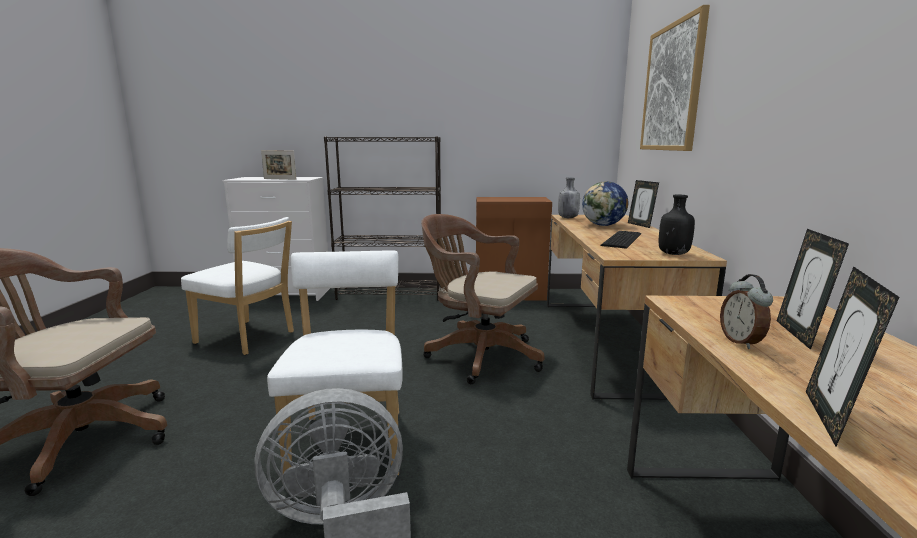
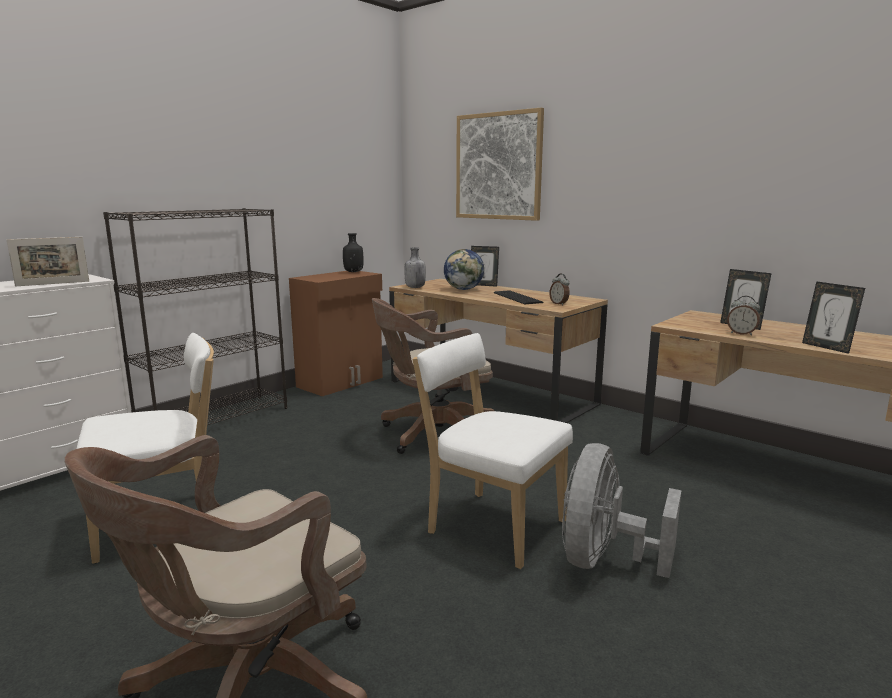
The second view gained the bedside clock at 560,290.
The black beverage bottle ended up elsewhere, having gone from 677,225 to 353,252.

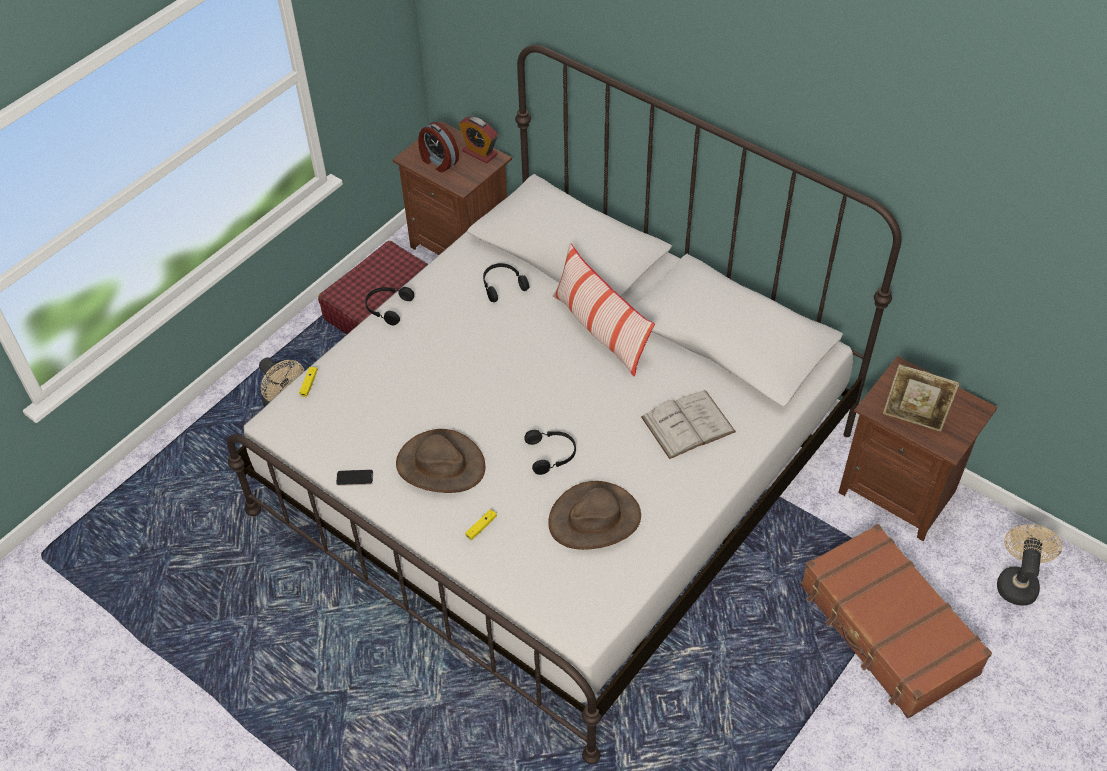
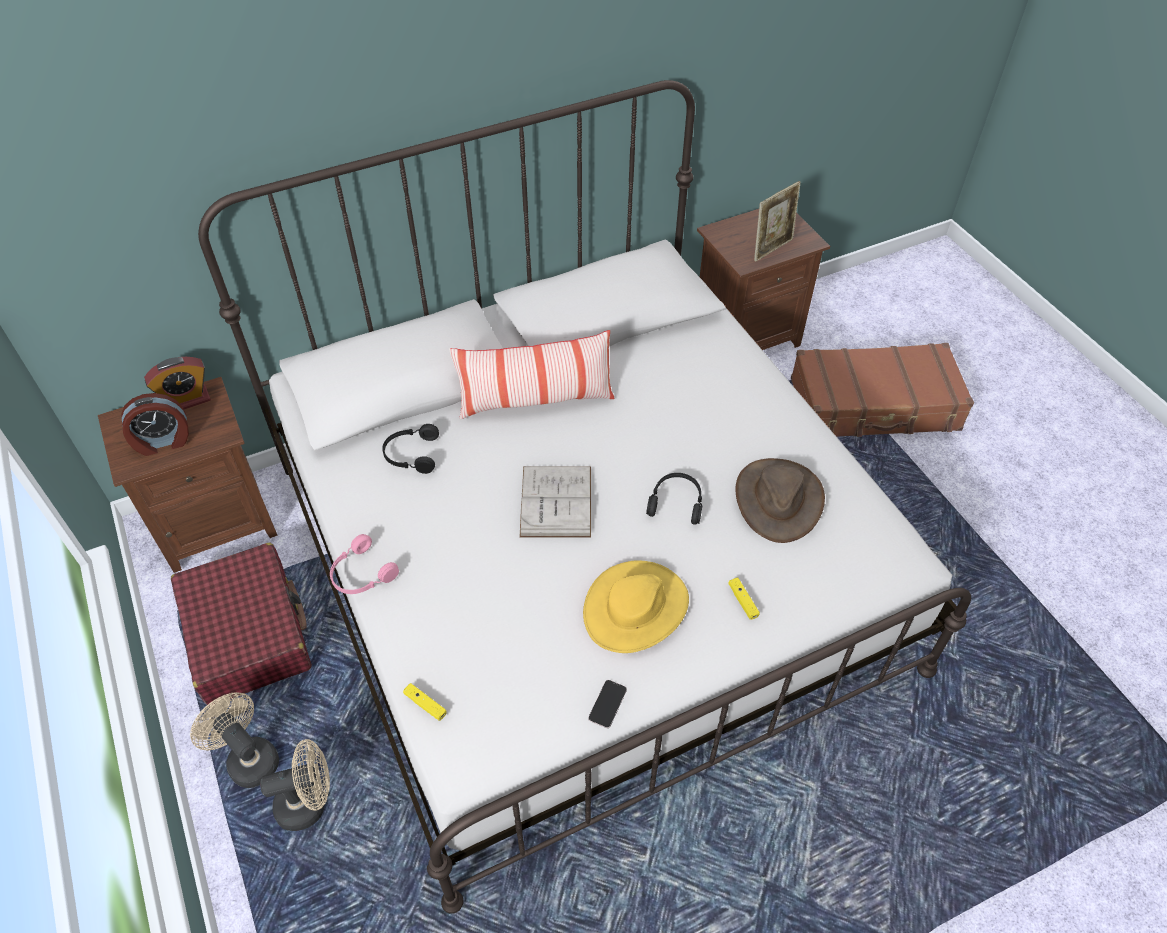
The white-coloured book ended up elsewhere, having gone from 688,425 to 555,502.
The beige cooling fan ended up elsewhere, having gone from 1029,565 to 234,740.
What was the black headphones at 389,306 turned into the pink-coloured headphones at 364,564.
What was the brown-coloured wearable hat at 440,461 turned into the yellow wearable hat at 636,606.

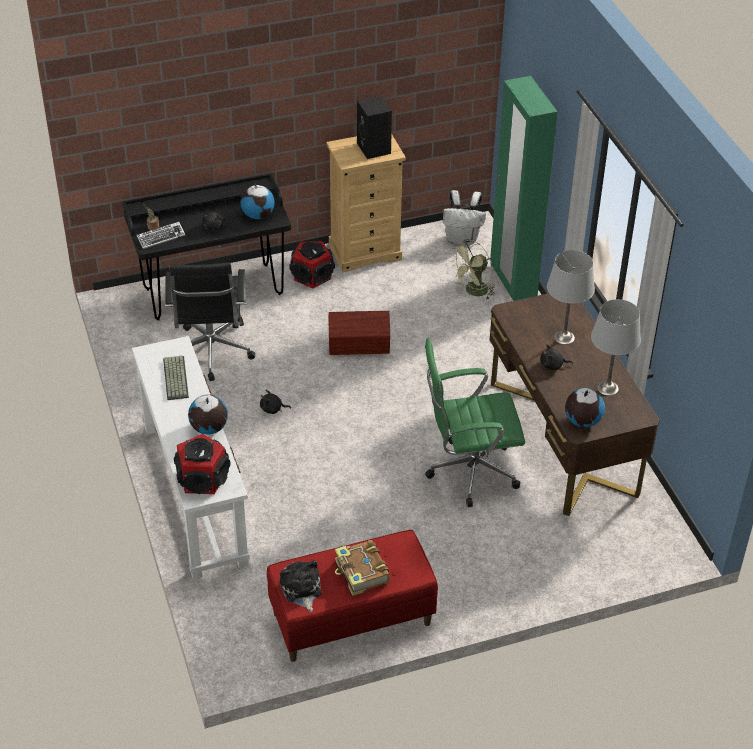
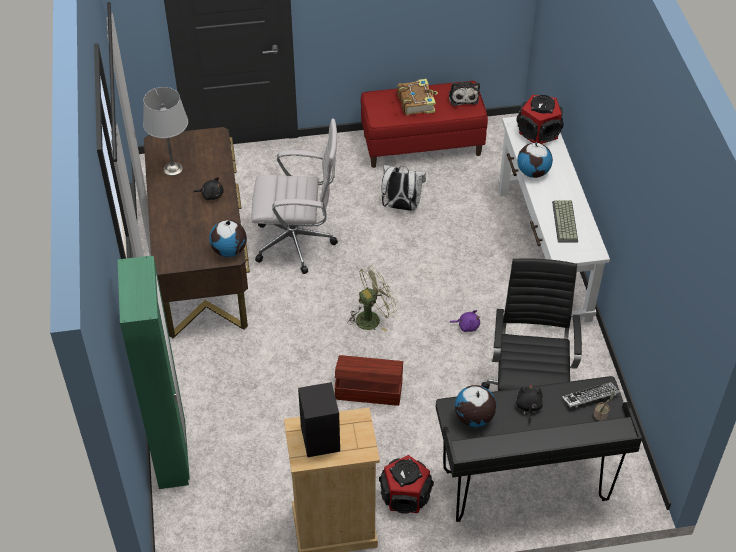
The second view lost the grey lamp for a table at 571,297.
The white-coloured rucksack ended up elsewhere, having gone from 464,217 to 403,188.
The greenish cooling fan ended up elsewhere, having gone from 472,270 to 372,299.
The desk globe ended up elsewhere, having gone from 585,407 to 228,238.
What was the black cuddly toy at 275,402 turned into the purple-coloured cuddly toy at 464,321.
What was the greenish desk chair at 475,422 turned into the white-coloured desk chair at 294,196.

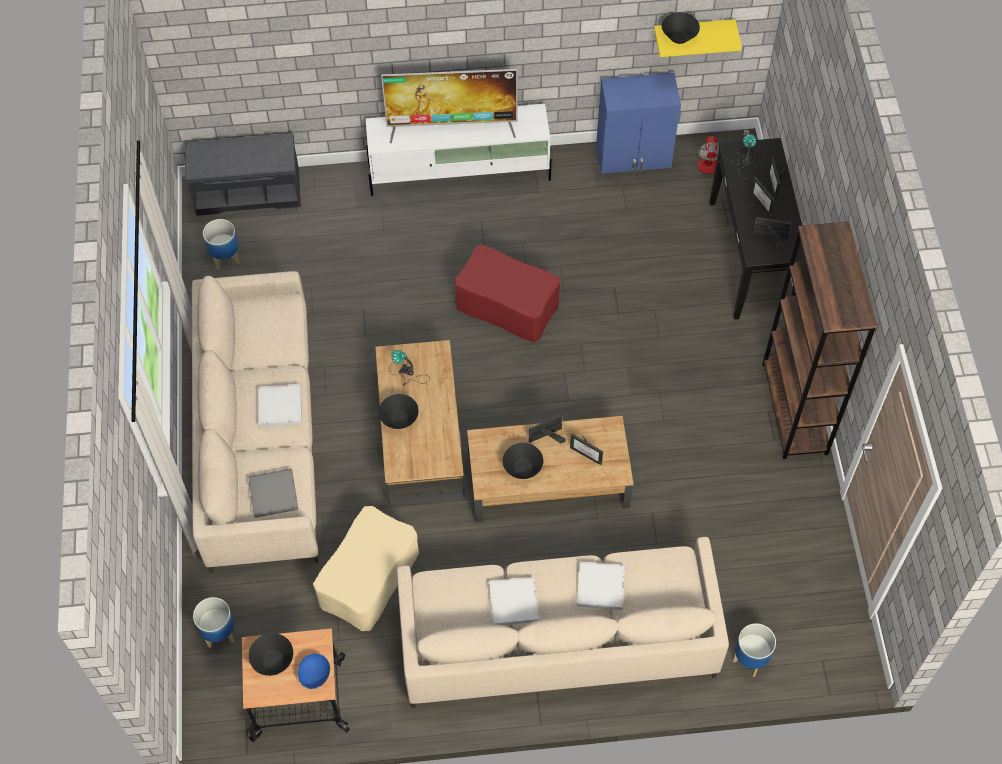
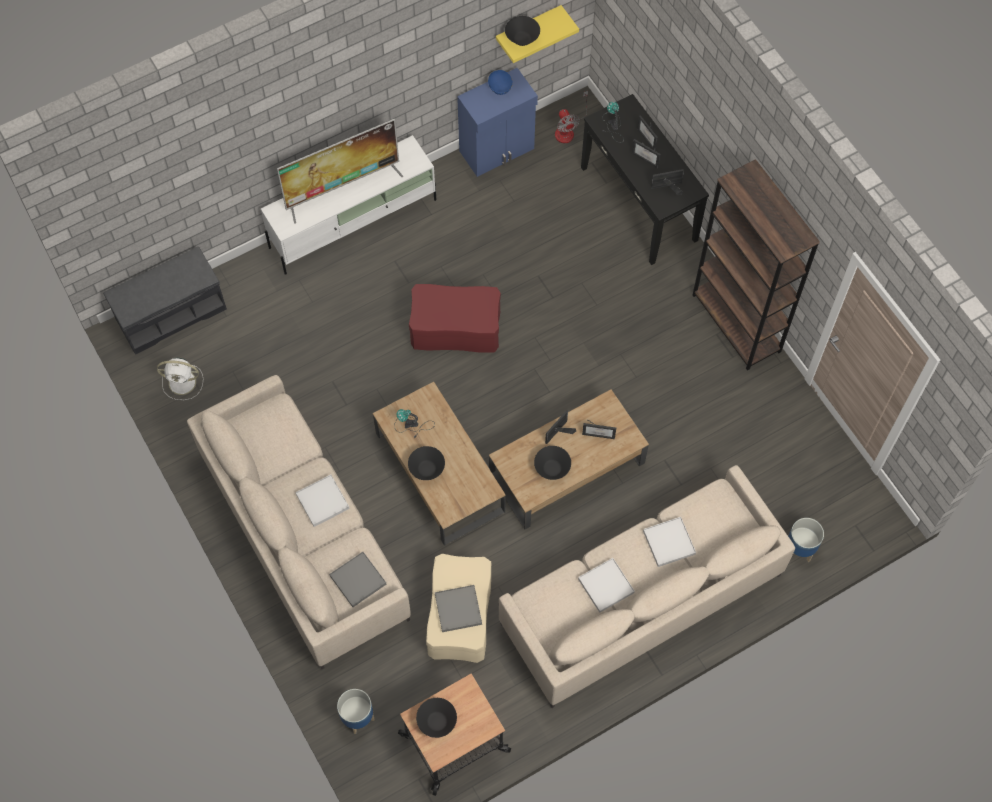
The second view gained the grey carrying tray at 458,608.
The blue bowl ended up elsewhere, having gone from 314,671 to 500,82.
Where the flower pot stood at 221,244, the white-coloured cooling fan came to stand at 180,378.

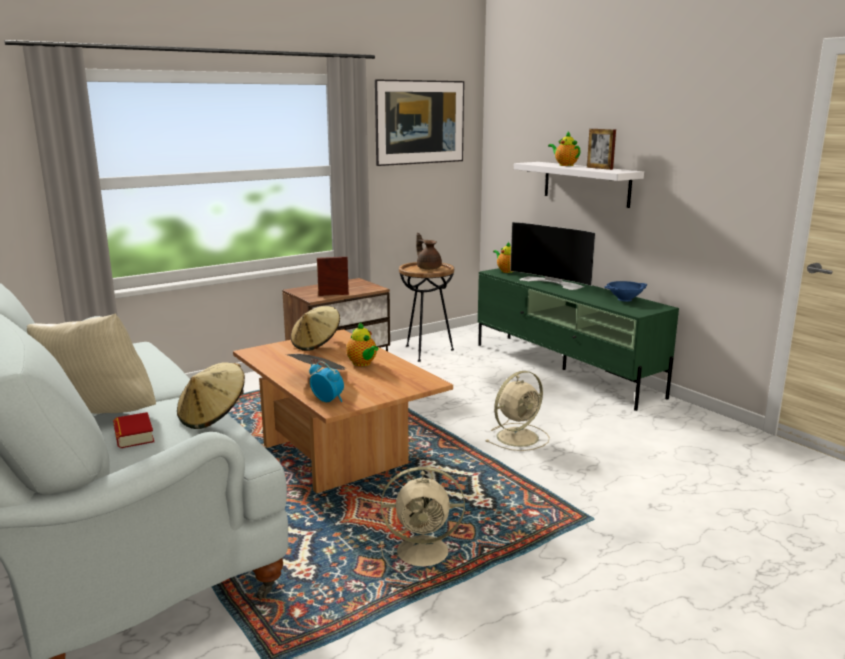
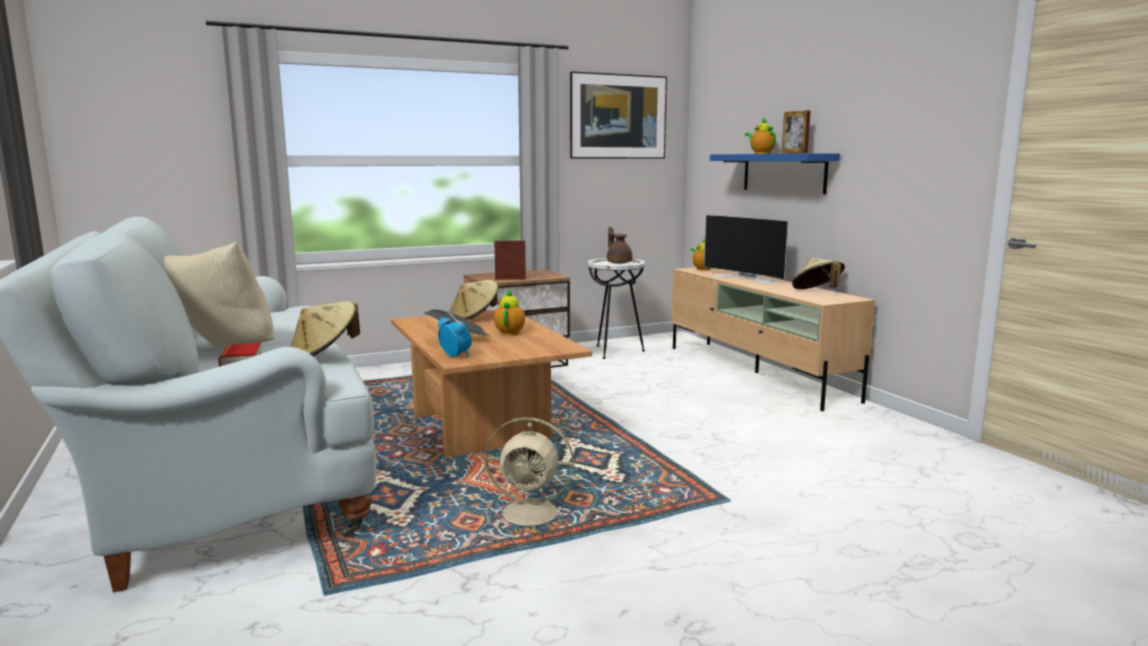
The second view lost the beige cooling fan at 517,411.
Where the blue bowl stood at 625,291, the beige wearable hat came to stand at 818,273.
What was the brown-coloured end table at 426,312 turned into the white-coloured end table at 616,308.
What was the greenish tv stand at 578,339 turned into the beige tv stand at 773,339.
What was the white-coloured bracket shelf at 579,185 turned into the blue bracket shelf at 775,173.
The tea pot at 362,344 ended up facing another way, 150 degrees counterclockwise from before.

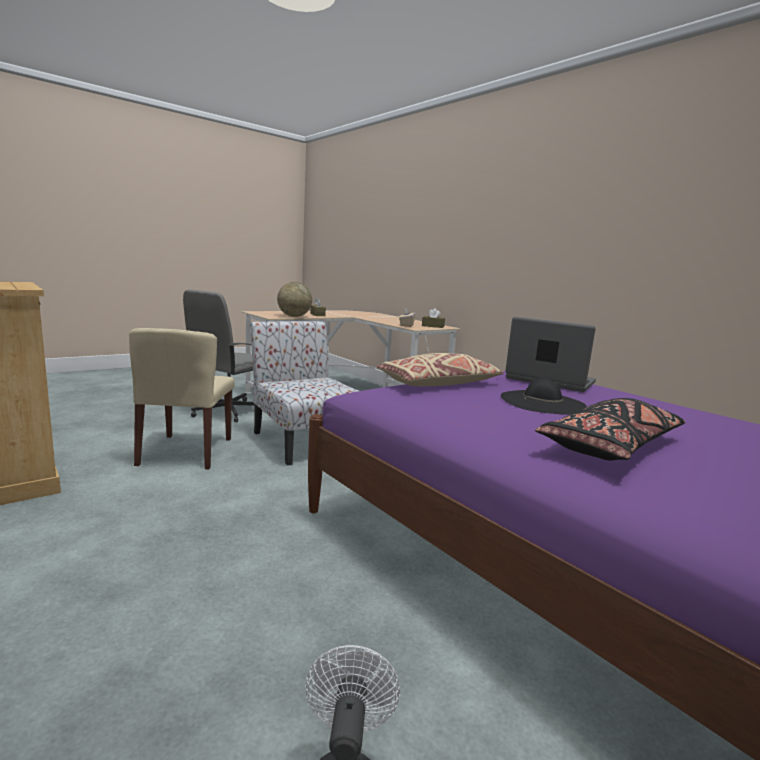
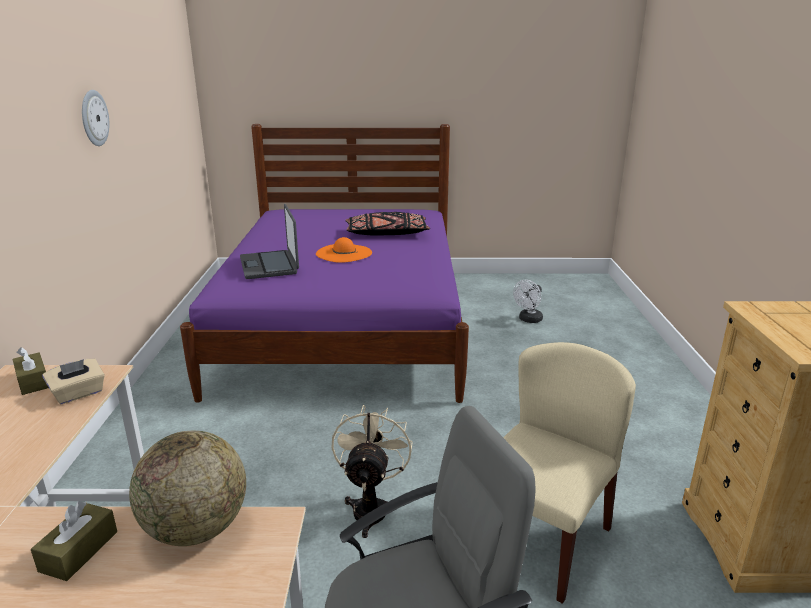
The second view lost the beige throw pillow at 440,369.
The second view gained the hanging clock at 95,118.
Where the chair stood at 304,393, the beige cooling fan came to stand at 372,471.
What was the black wearable hat at 544,396 turned into the orange-coloured wearable hat at 344,250.

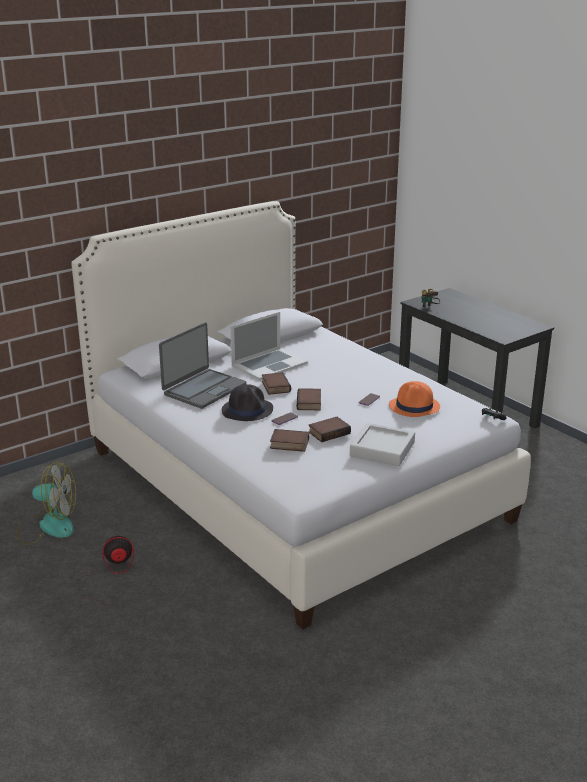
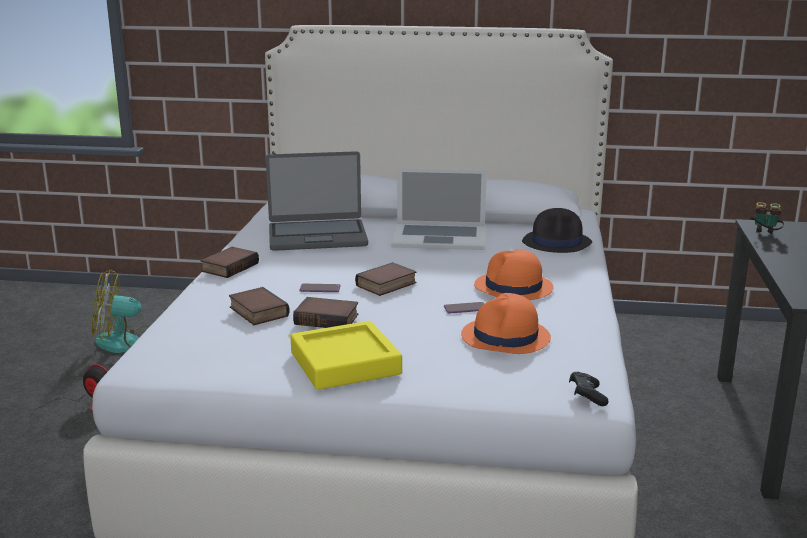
The second view gained the orange-coloured wearable hat at 514,274.
The black wearable hat ended up elsewhere, having gone from 247,402 to 557,230.
The book ended up elsewhere, having gone from 276,383 to 230,262.
What was the grey carrying tray at 382,444 turned into the yellow carrying tray at 346,355.
The cooling fan at 46,503 ended up facing another way, 120 degrees clockwise from before.

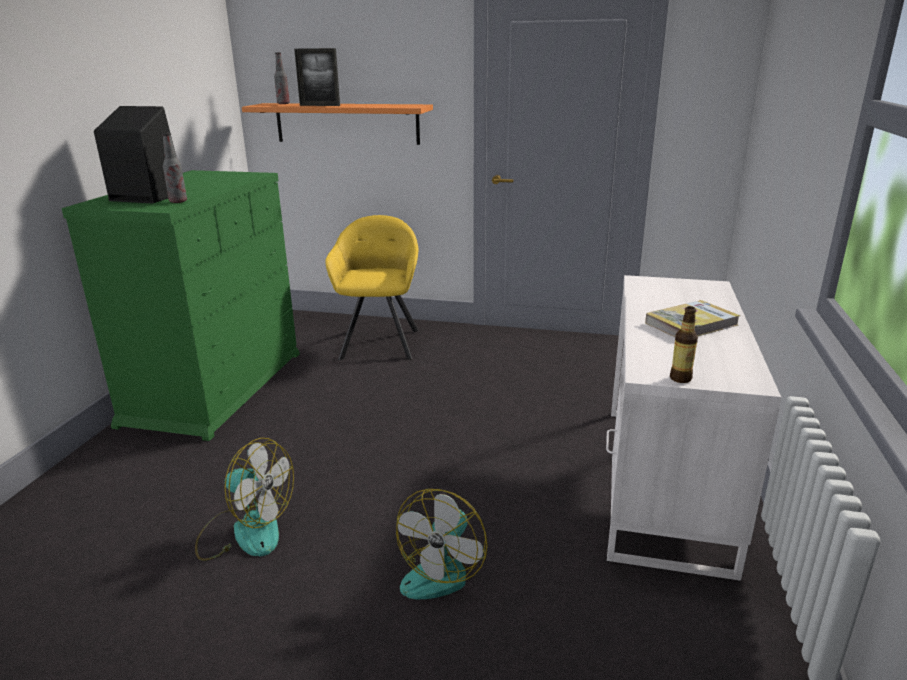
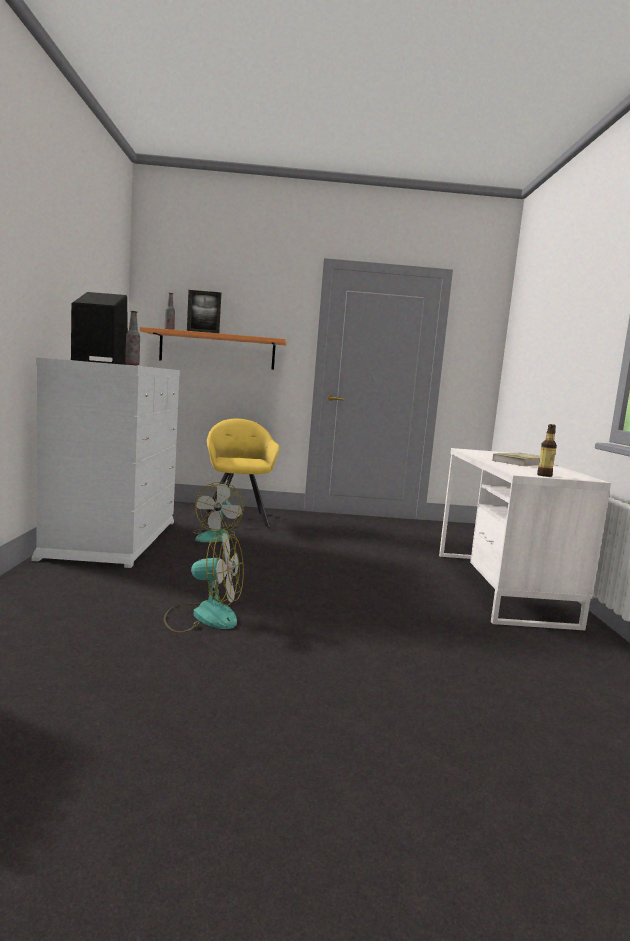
The cooling fan ended up elsewhere, having gone from 442,544 to 218,512.
What was the greenish drawer chest at 180,305 turned into the white-coloured drawer chest at 105,463.

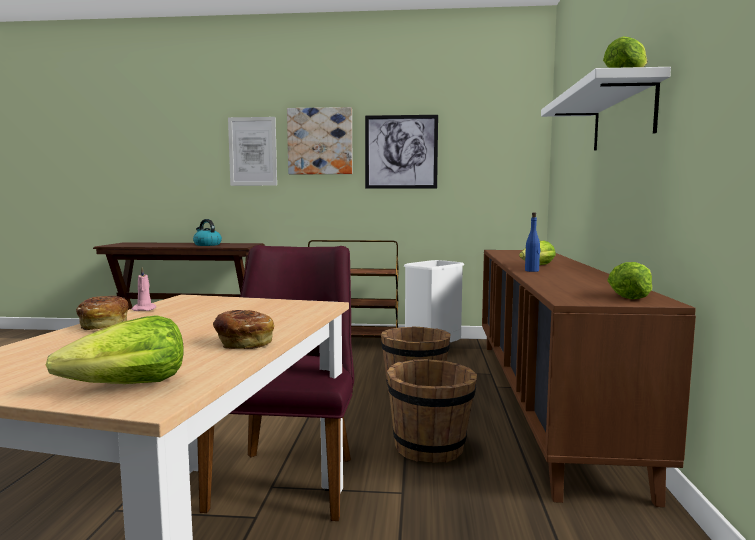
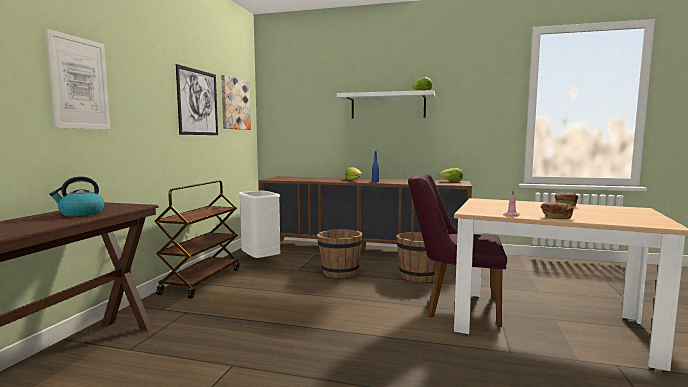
The second view lost the lettuce head at 115,349.
The wall picture ended up elsewhere, having gone from 320,140 to 236,102.

